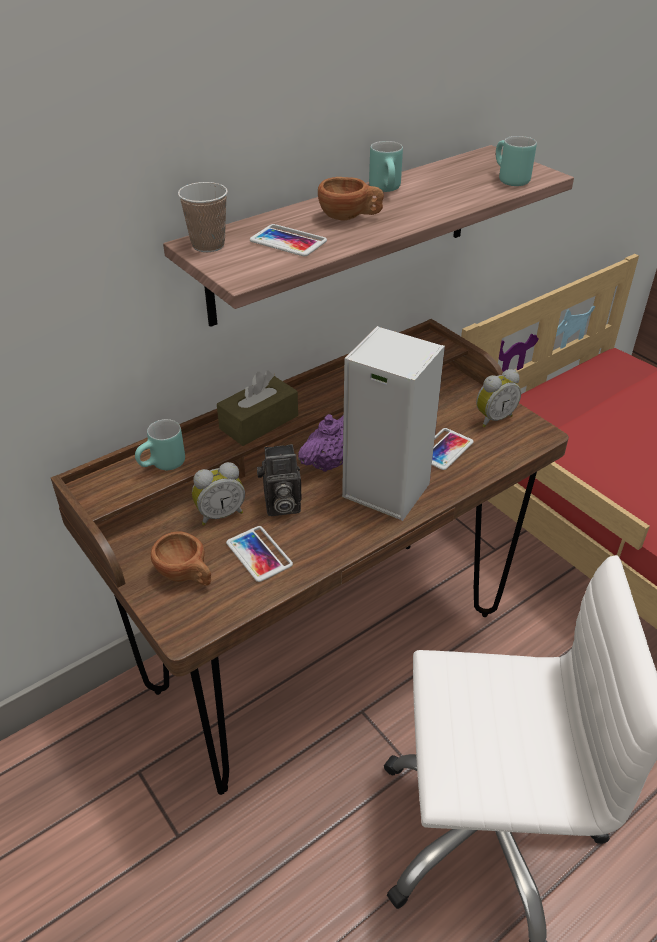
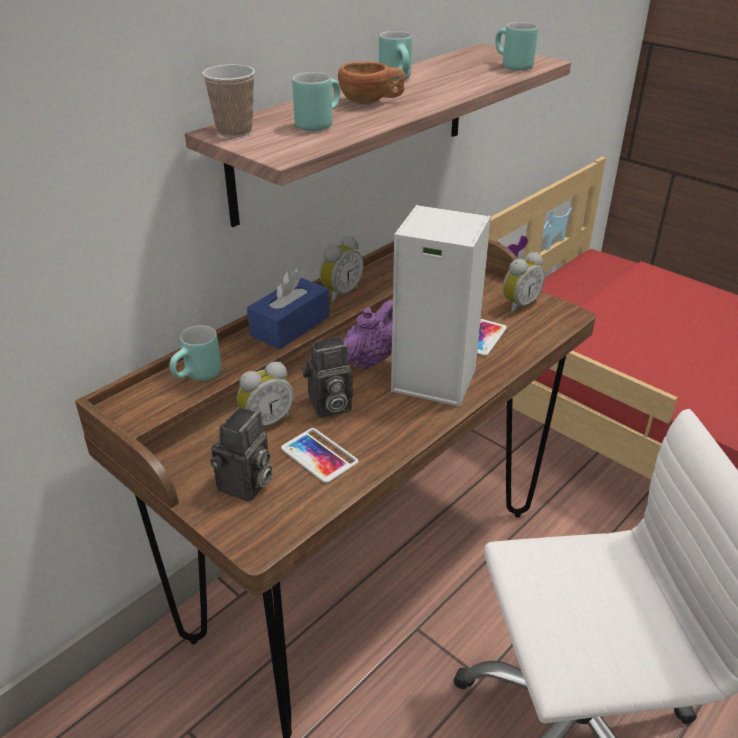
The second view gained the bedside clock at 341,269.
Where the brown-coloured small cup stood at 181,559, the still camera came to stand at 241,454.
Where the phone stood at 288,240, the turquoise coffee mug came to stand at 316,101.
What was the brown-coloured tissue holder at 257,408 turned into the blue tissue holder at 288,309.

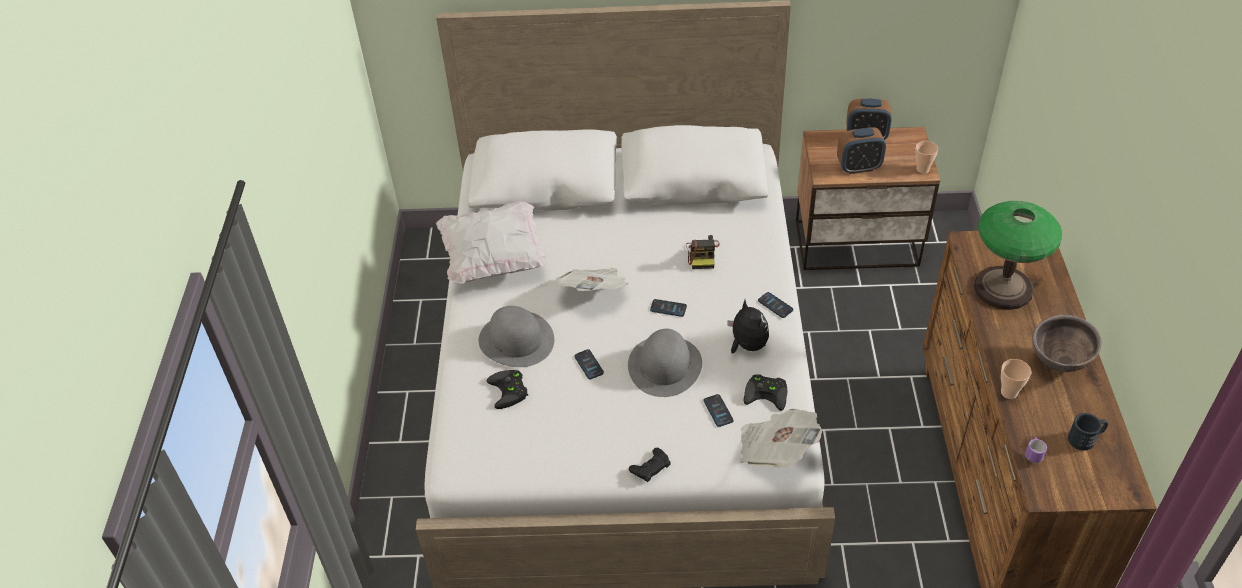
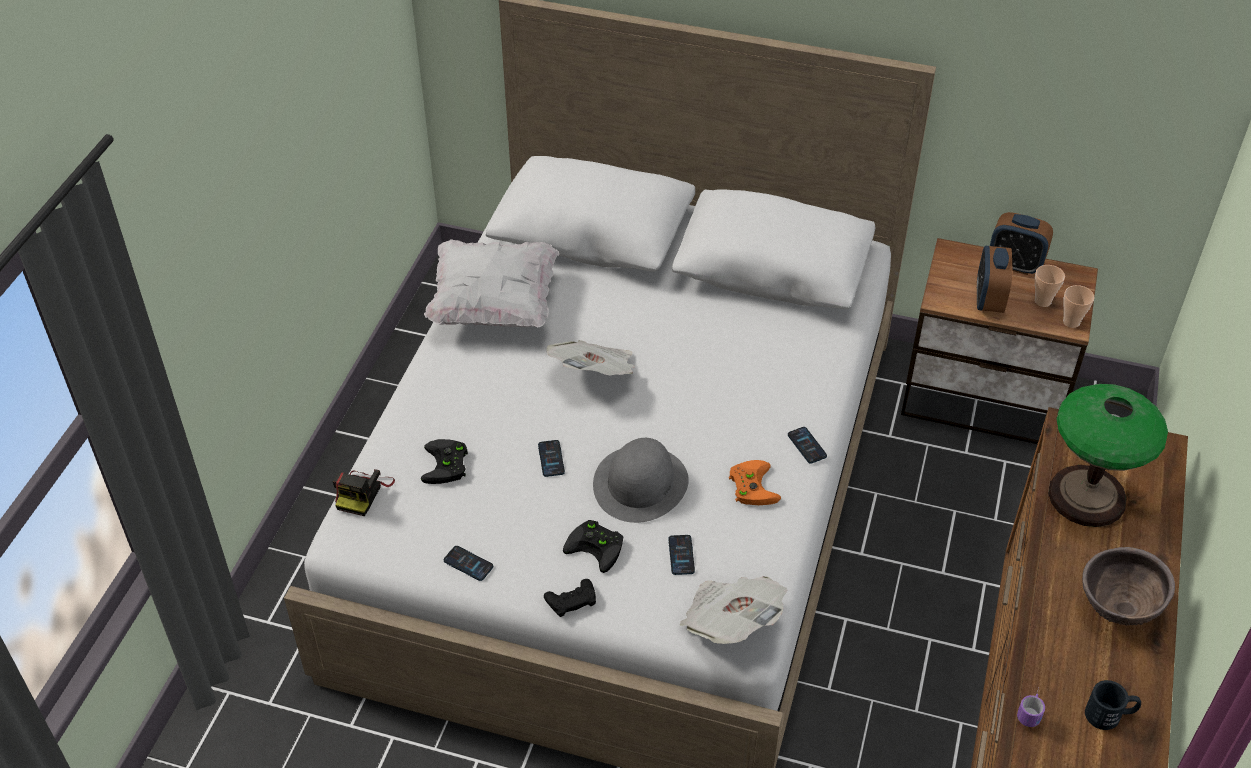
The second view lost the grey wearable hat at 516,336.
The phone ended up elsewhere, having gone from 668,308 to 468,563.
The still camera ended up elsewhere, having gone from 703,252 to 364,492.
The black game controller ended up elsewhere, having gone from 765,392 to 593,546.
The small cup ended up elsewhere, having gone from 1016,379 to 1050,286.
Where the cuddly toy stood at 748,326, the orange-coloured game controller came to stand at 755,482.
The bedside clock at 861,151 ended up facing another way, 90 degrees clockwise from before.

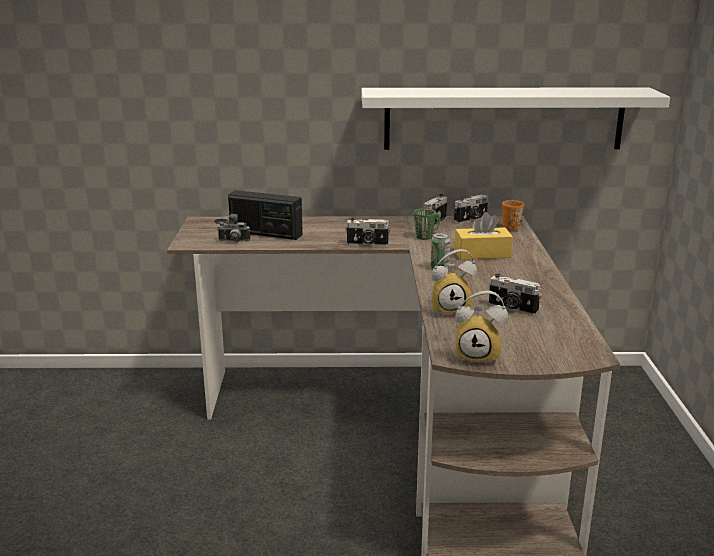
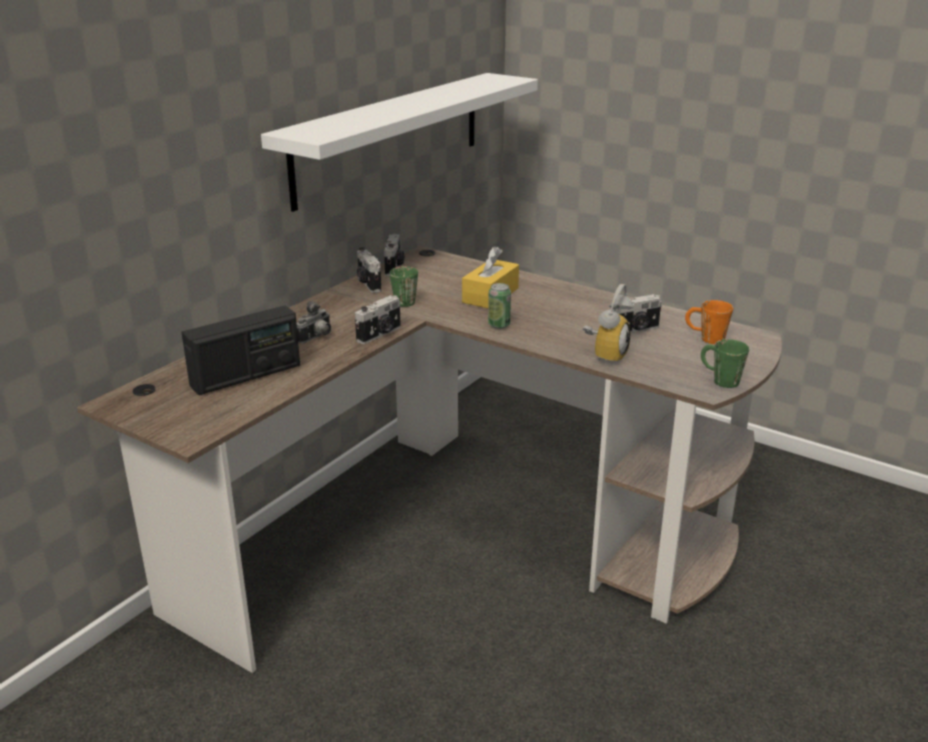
The still camera ended up elsewhere, having gone from 233,228 to 314,322.
The orange-coloured coffee mug ended up elsewhere, having gone from 513,215 to 709,322.
Where the bedside clock stood at 481,328, the greenish coffee mug came to stand at 725,363.

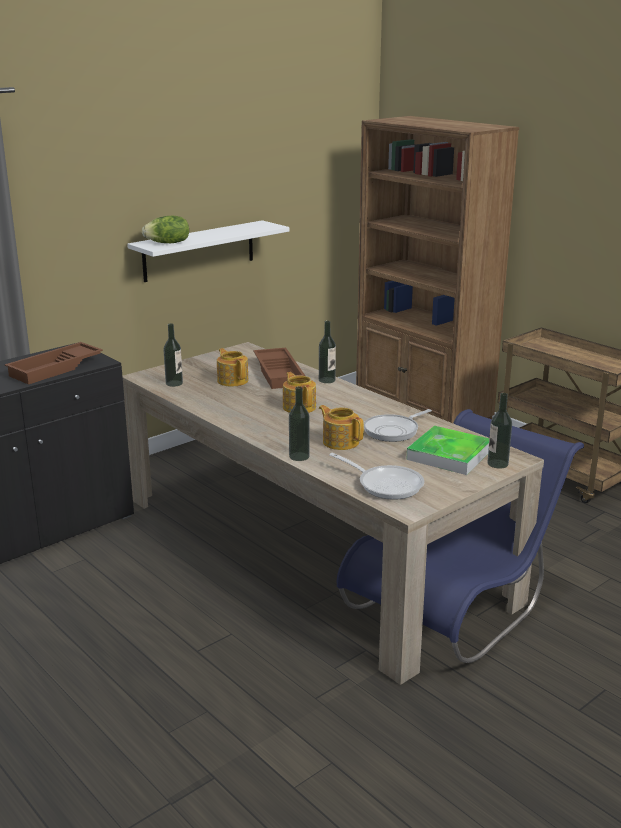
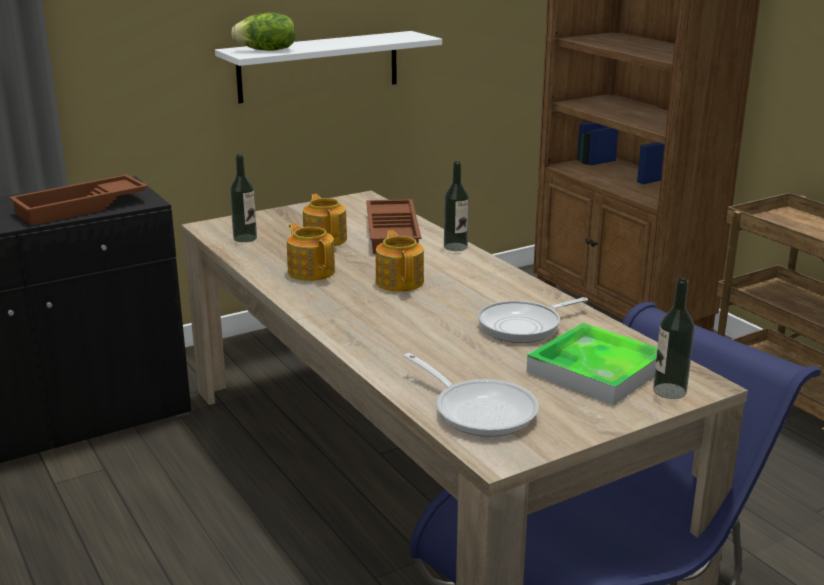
The second view lost the beverage bottle at 299,423.
The tea pot ended up elsewhere, having gone from 341,427 to 311,252.

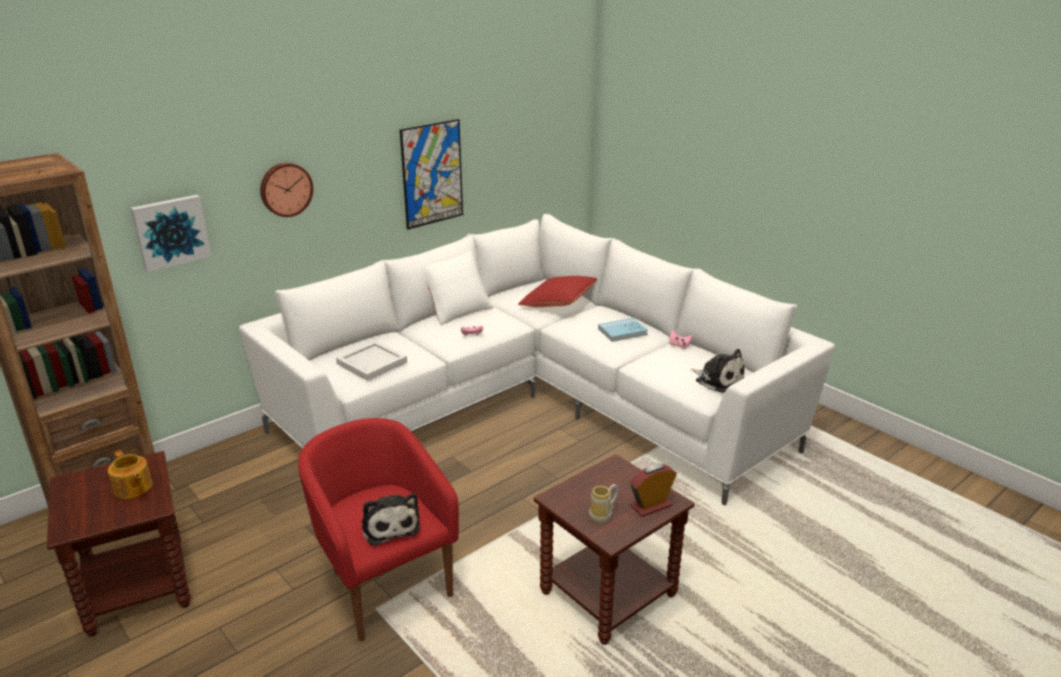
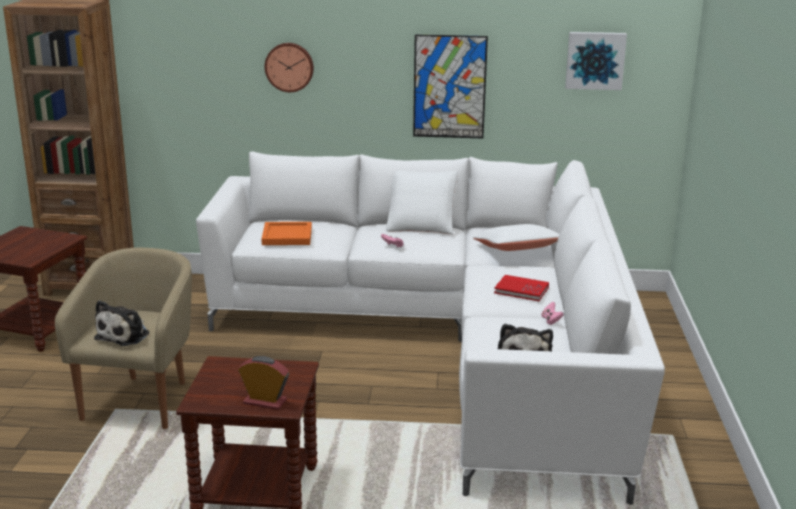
The second view lost the tea pot at 130,474.
The second view lost the coffee mug at 604,503.
The wall picture ended up elsewhere, having gone from 171,233 to 596,61.
What was the red-coloured lounge chair at 378,529 turned into the beige lounge chair at 123,338.
What was the white-coloured carrying tray at 371,361 turned into the orange-coloured carrying tray at 286,233.
What was the red-coloured throw pillow at 557,291 turned into the white-coloured throw pillow at 516,237.
What was the blue book at 623,330 turned into the red-coloured book at 521,288.

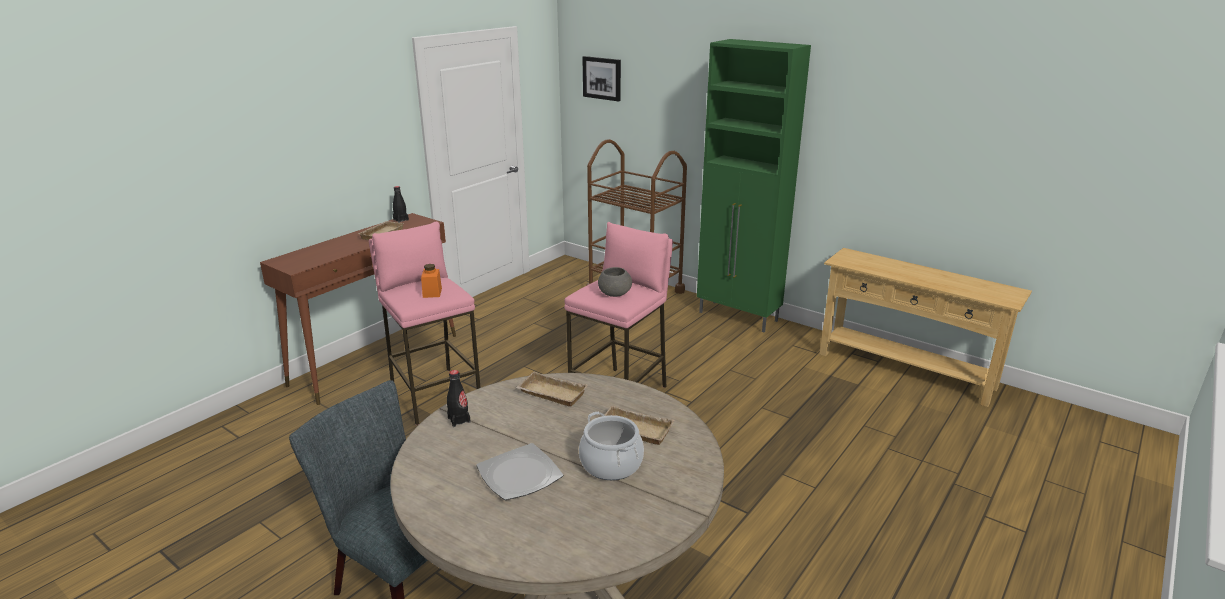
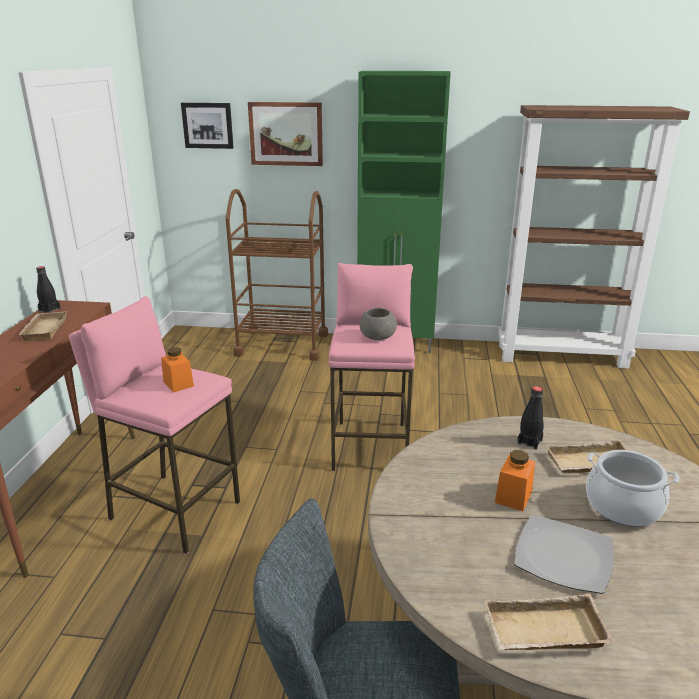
The second view gained the wall picture at 285,134.
The second view gained the orange-coloured storage jar at 515,480.
The black beverage bottle ended up elsewhere, having gone from 459,398 to 530,418.
The beige carrying tray ended up elsewhere, having gone from 552,389 to 549,621.
Where the beige narrow table stood at 925,327, the brown-coloured shelving unit came to stand at 594,237.

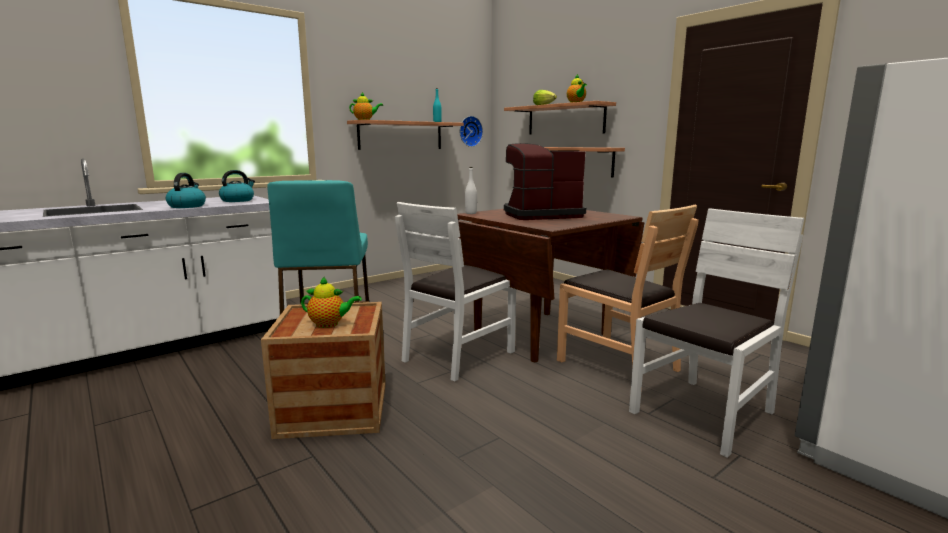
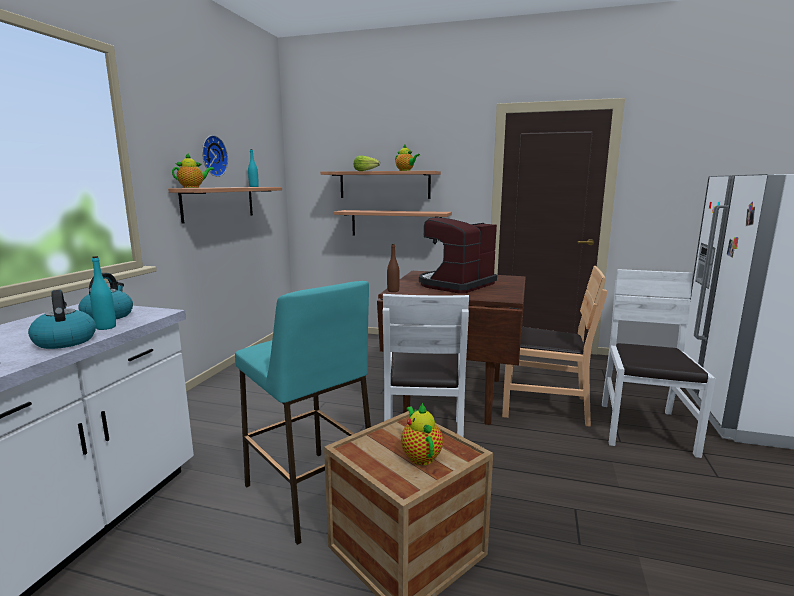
The second view gained the turquoise beverage bottle at 103,293.
The hanging clock ended up elsewhere, having gone from 471,131 to 215,156.
What was the white-coloured beverage bottle at 471,190 turned into the brown-coloured beverage bottle at 393,268.
The tea pot at 331,302 ended up facing another way, 75 degrees counterclockwise from before.

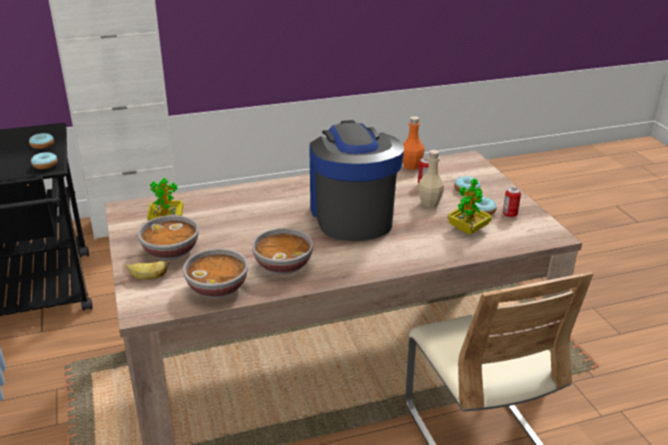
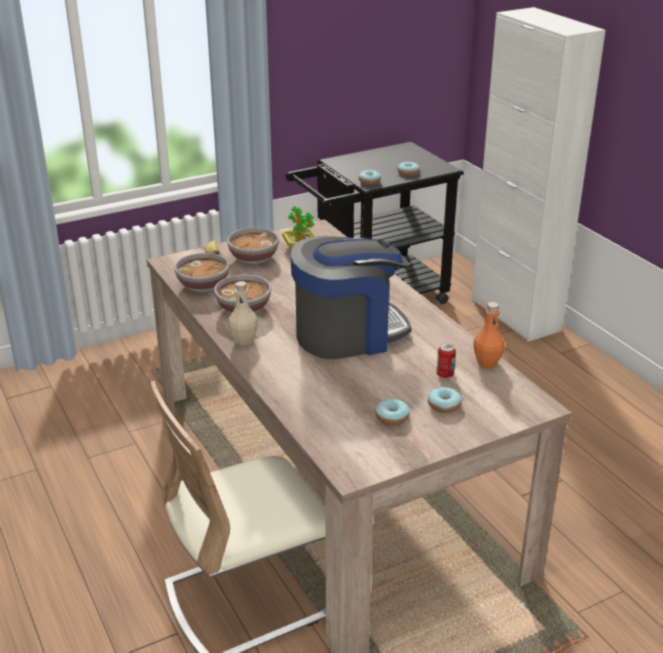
The second view lost the houseplant at 470,206.
The second view lost the can at 512,202.
The beige beverage bottle ended up elsewhere, having gone from 431,179 to 243,313.

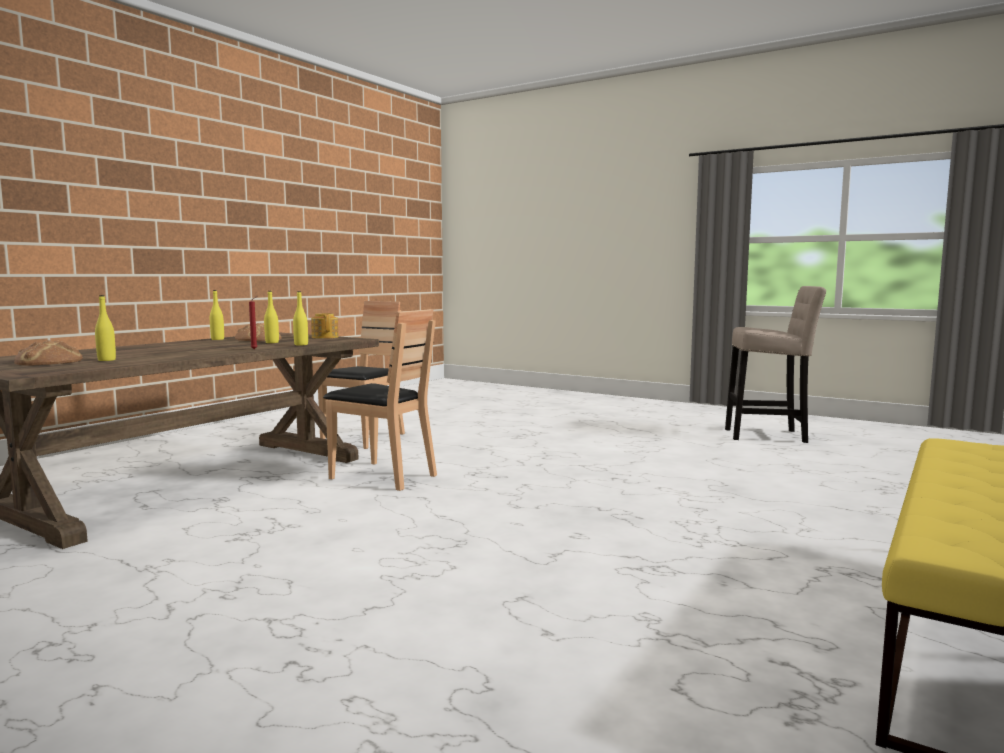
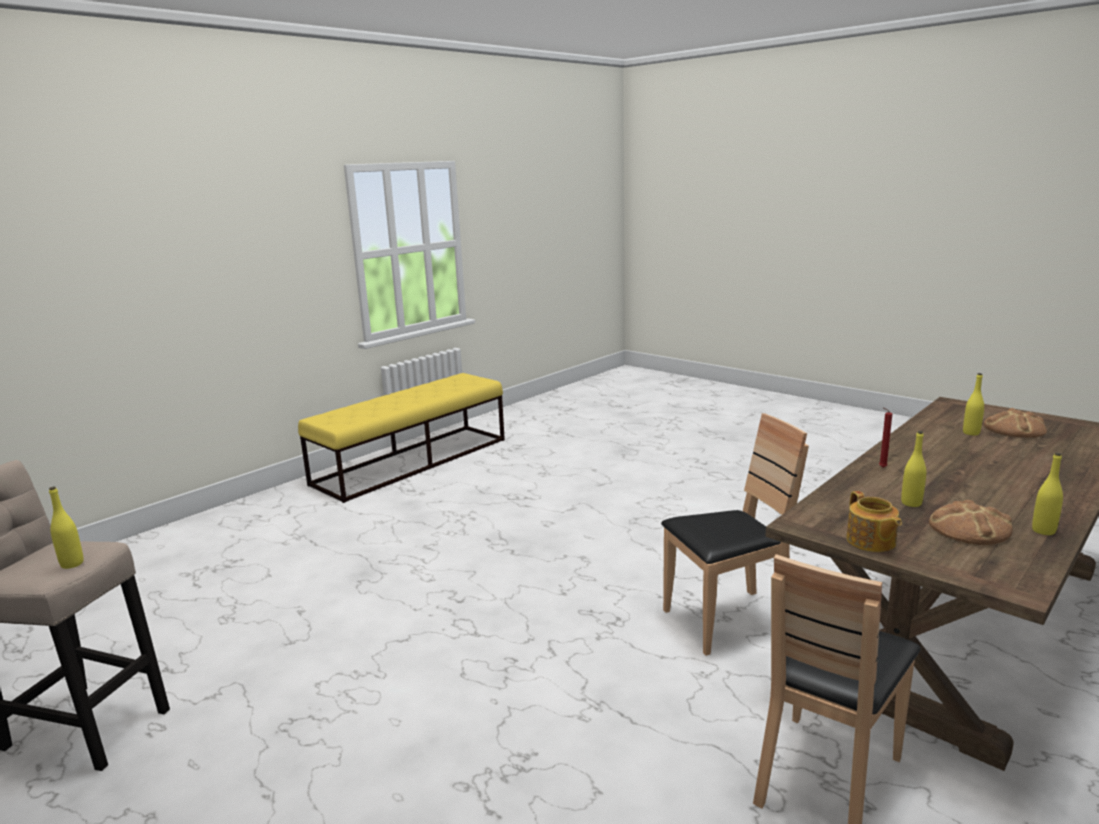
The yellow beverage bottle ended up elsewhere, having gone from 300,318 to 66,527.
The brown-coloured chair at 380,400 ended up facing another way, 120 degrees clockwise from before.

